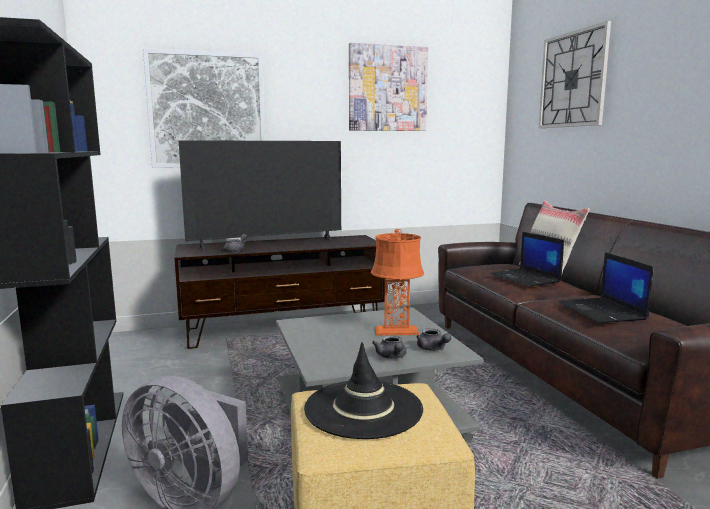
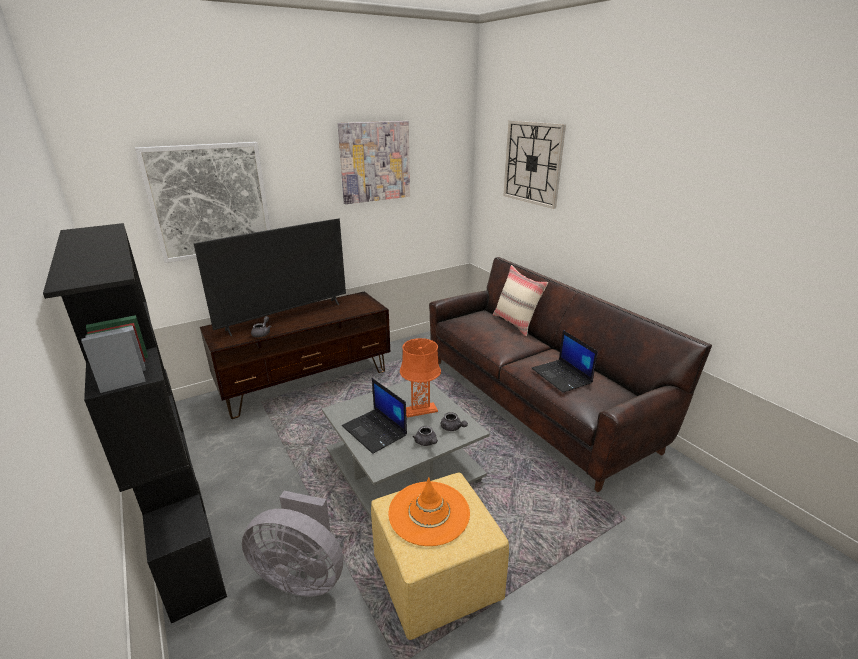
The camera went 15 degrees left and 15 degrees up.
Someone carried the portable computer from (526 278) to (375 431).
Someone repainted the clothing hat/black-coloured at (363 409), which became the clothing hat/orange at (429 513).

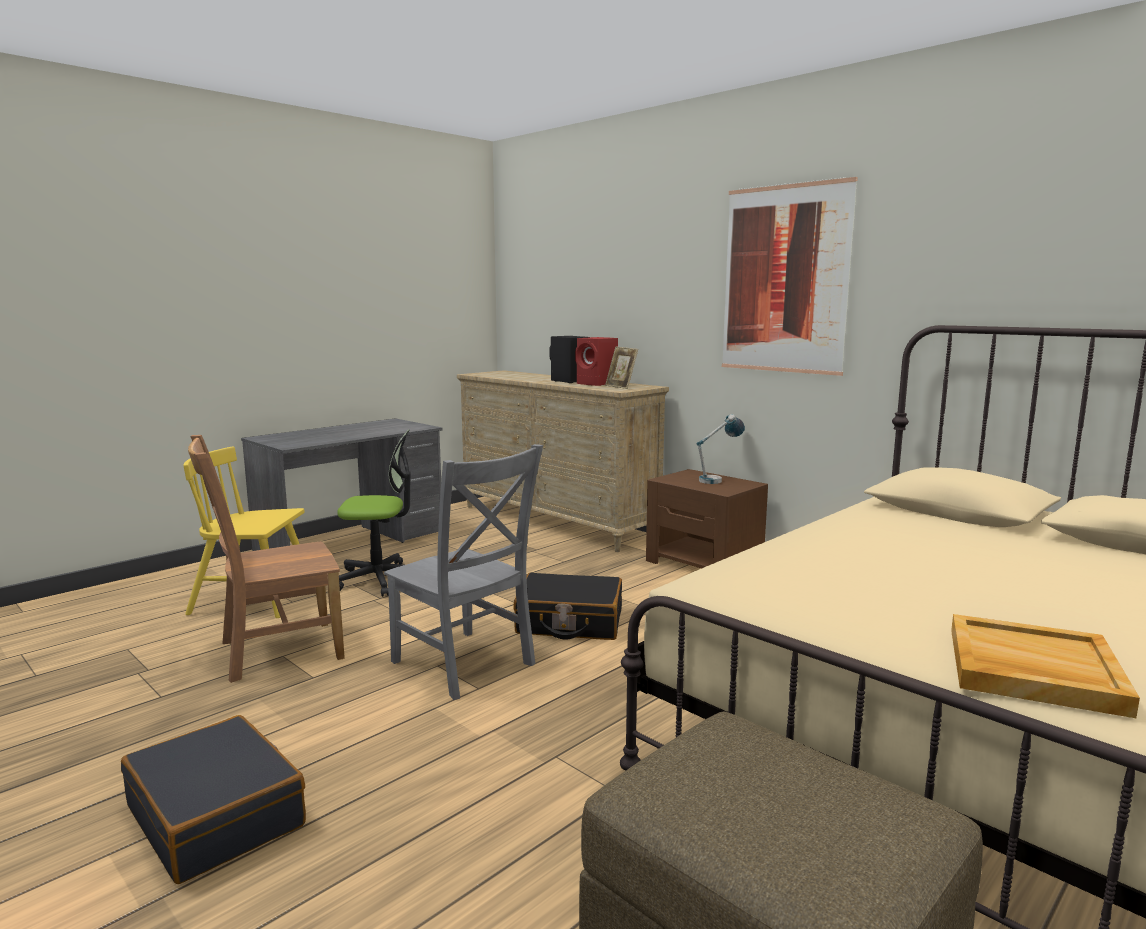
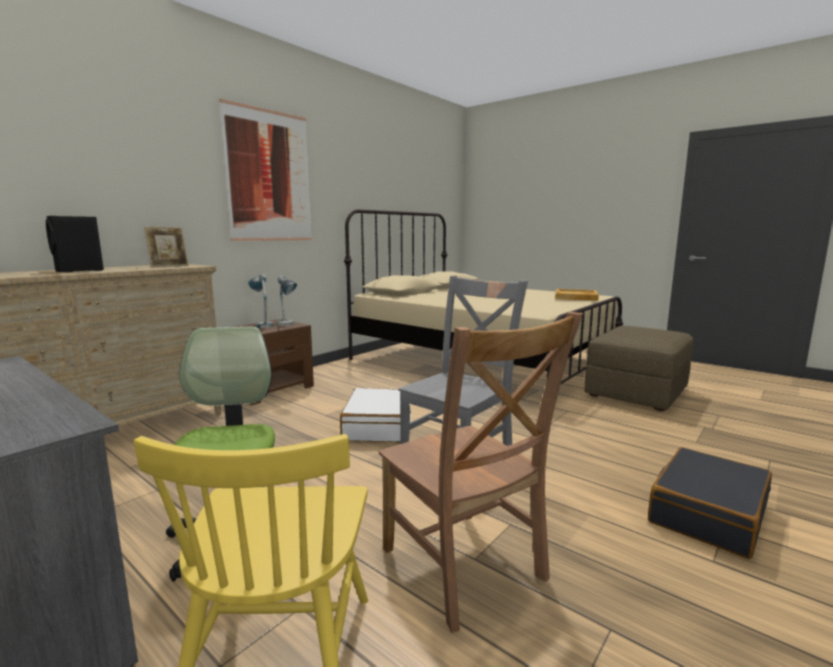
The camera went 95 degrees left and 0 degrees up.
Someone took away the audio speaker/red at (597 384).
Someone put down the table lamp at (287 325).
Someone repainted the suitcase/black-coloured at (569 622), which became the suitcase/white at (377 426).

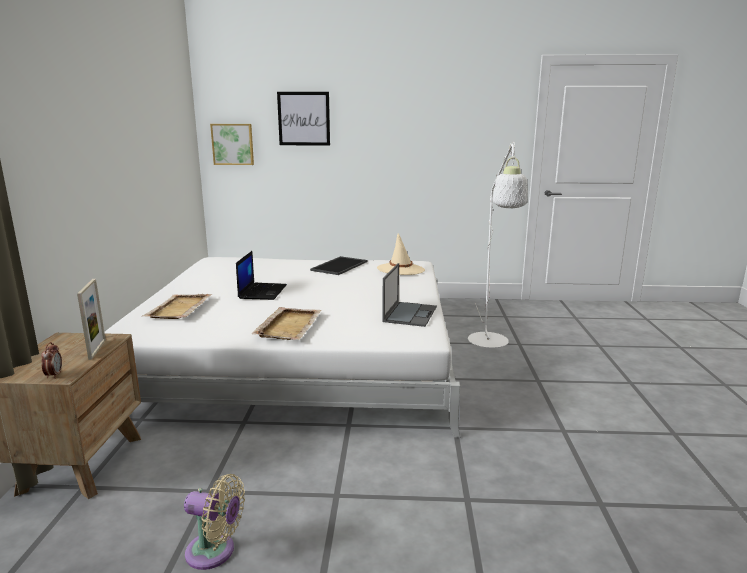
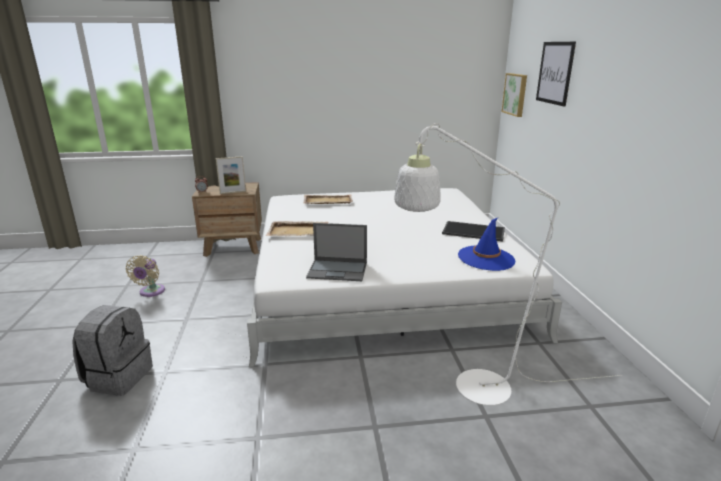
The camera went 80 degrees right and 5 degrees up.
Someone took away the portable computer at (262 291).
Someone put down the rucksack/grey at (118 377).
Someone repainted the clothing hat/sand-coloured at (400 269), which became the clothing hat/blue-coloured at (486 258).

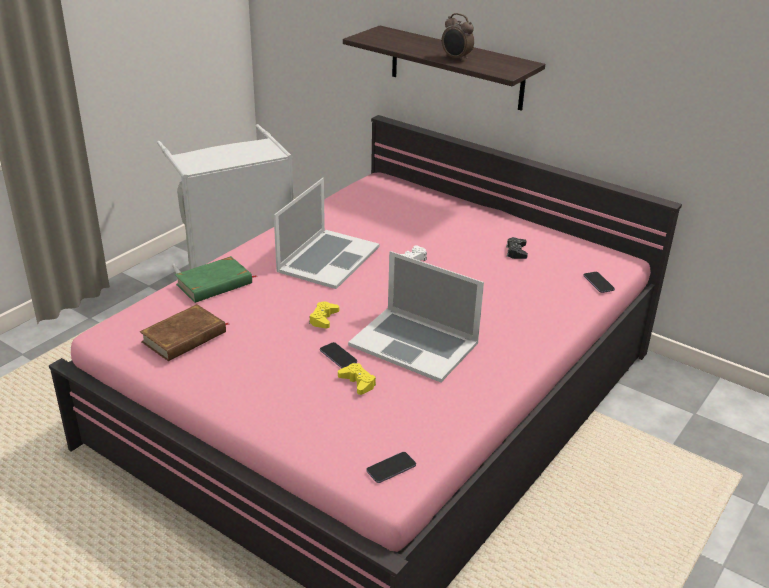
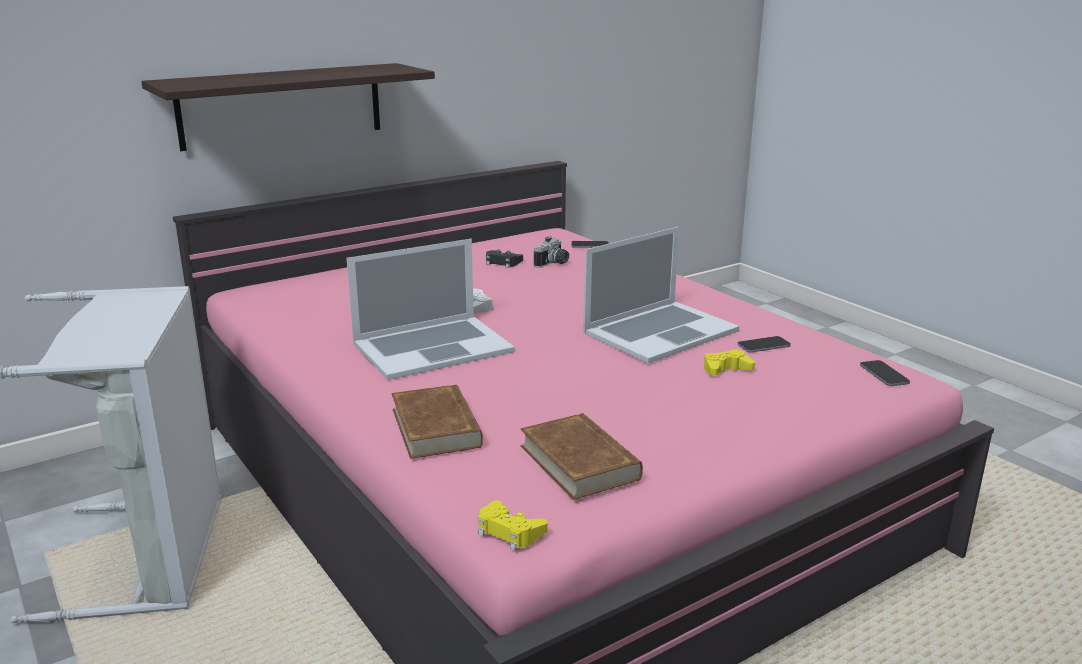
The camera went 70 degrees left and 10 degrees down.
Someone took away the bedside clock at (456 58).
Someone put down the still camera at (553 263).
Someone carried the joypad/yellow from (323 319) to (509 531).
Someone carried the handset from (338 356) to (763 346).
Someone repainted the bound book/green-coloured at (214 284), which became the bound book/brownish at (436 427).
Someone rotated the portable computer at (328 259) by 105 degrees clockwise.

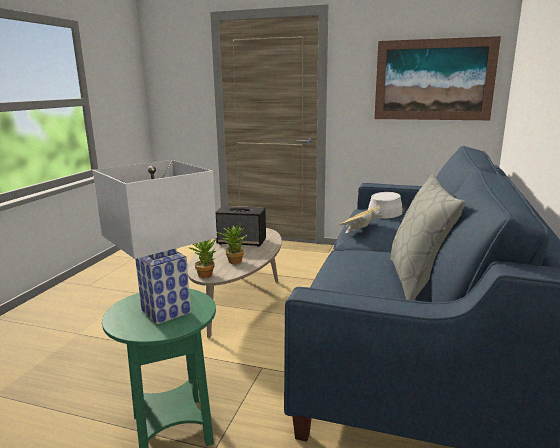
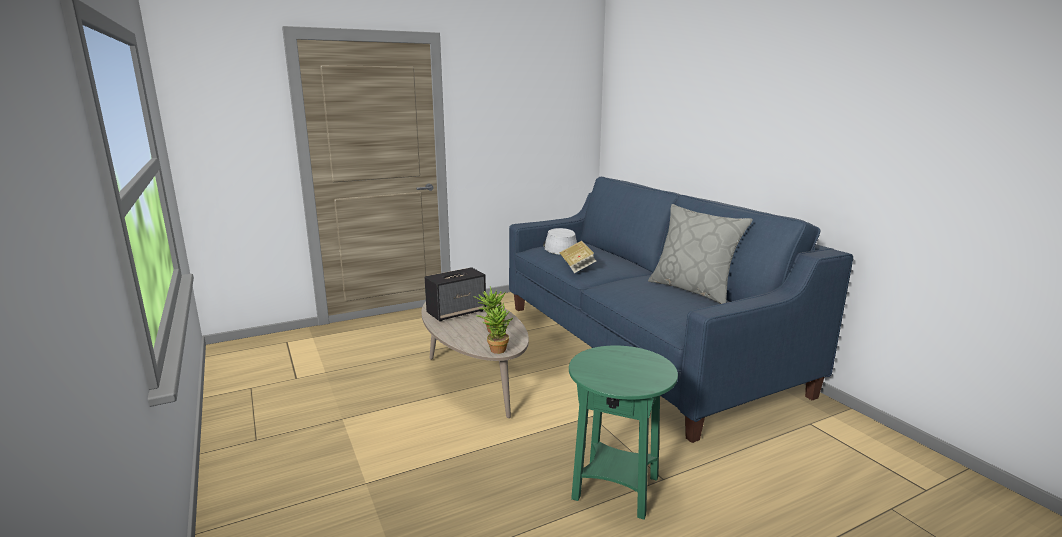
The camera went 45 degrees left and 0 degrees up.
Someone took away the table lamp/white at (164 311).
Someone took away the wall picture at (433 80).

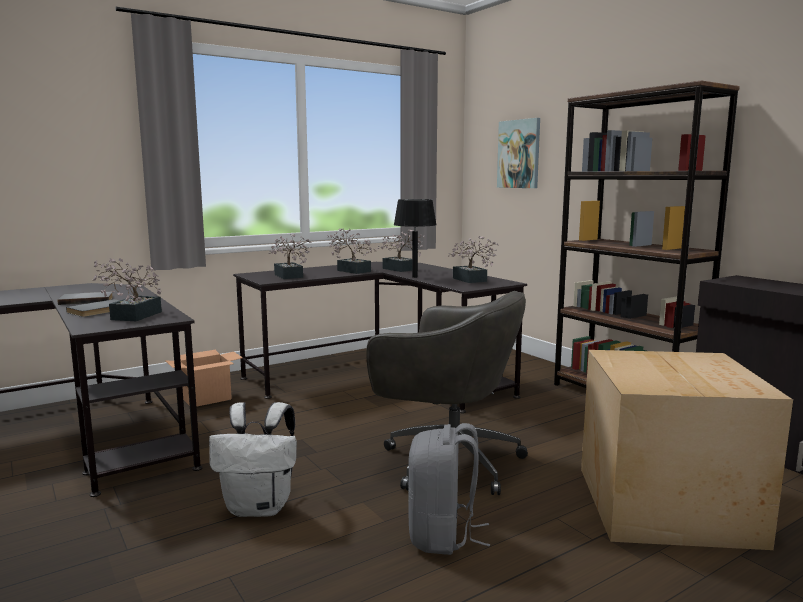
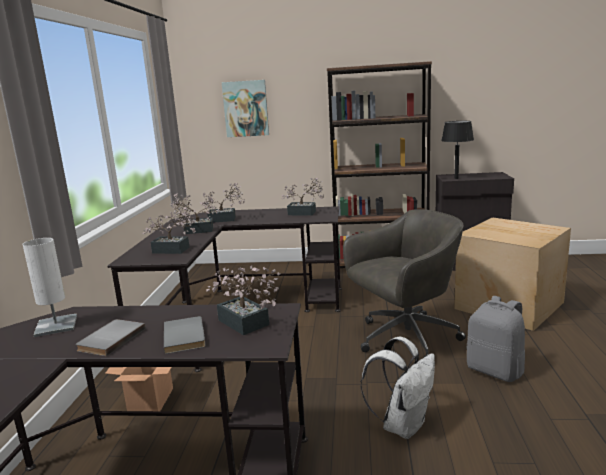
The camera went 50 degrees left and 5 degrees up.
Someone put down the table lamp/white at (56 326).
Someone carried the table lamp/black-coloured from (414 277) to (456 178).

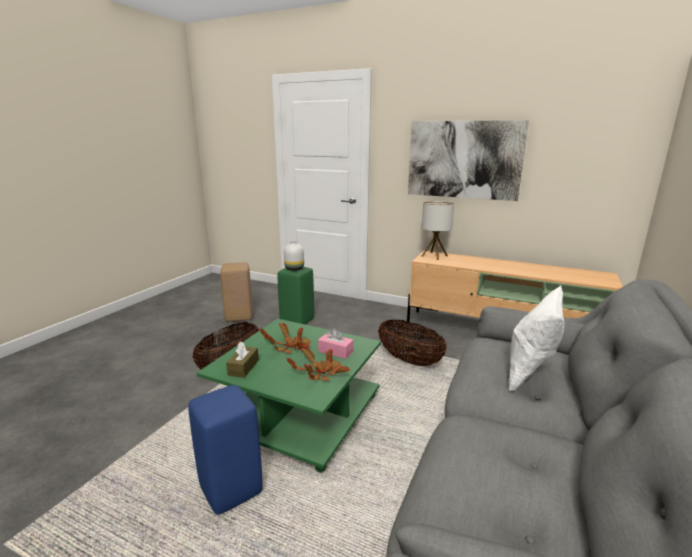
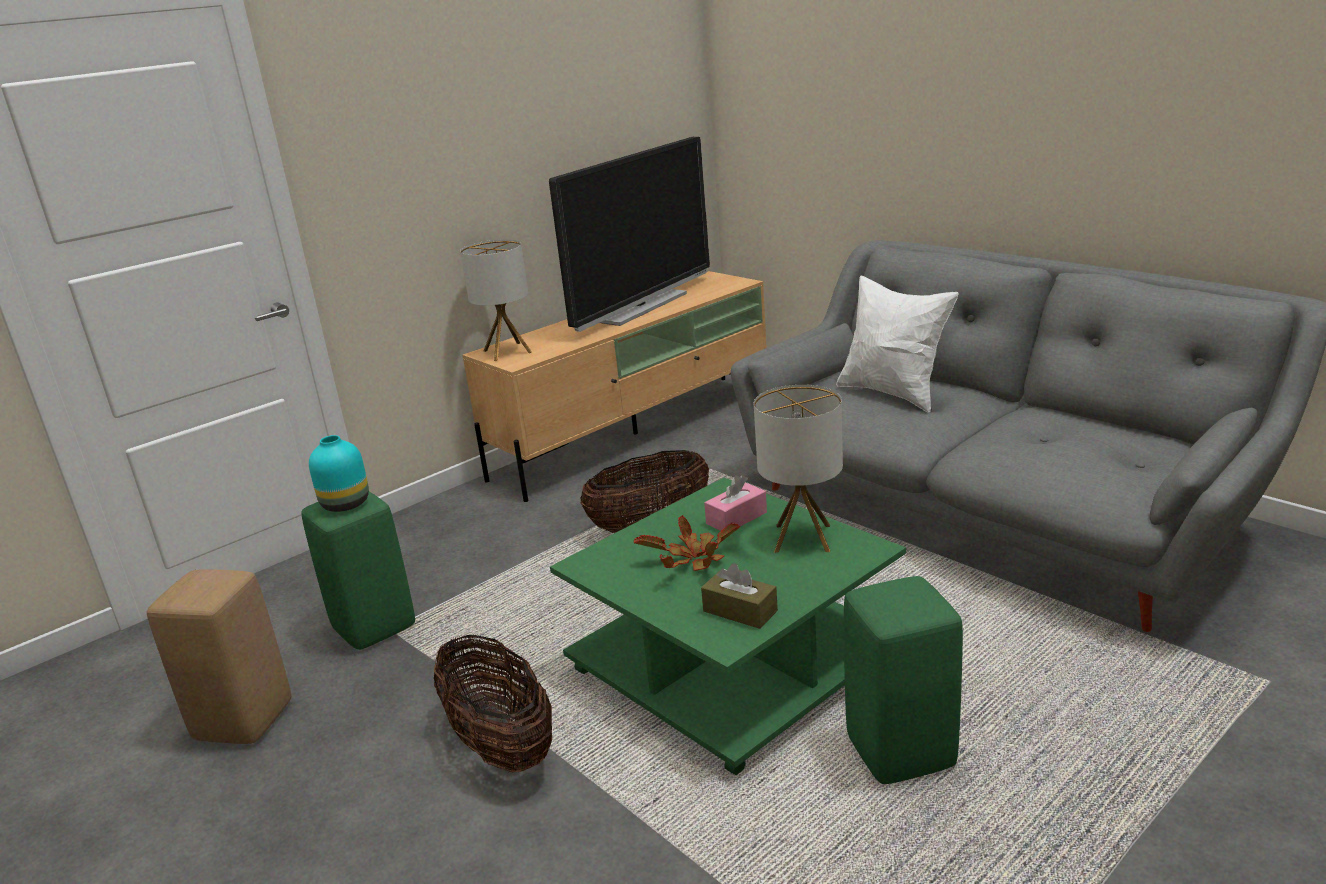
The camera went 65 degrees left and 5 degrees up.
Someone took away the wall picture at (463 160).
Someone put down the TV at (640 307).
Someone swapped the potted plant at (321 374) for the table lamp at (802 538).
Someone repainted the sitting stool/blue-coloured at (231 489), which became the sitting stool/green-coloured at (898 752).
Someone repainted the vase/white at (295 269), which became the vase/turquoise at (346 503).

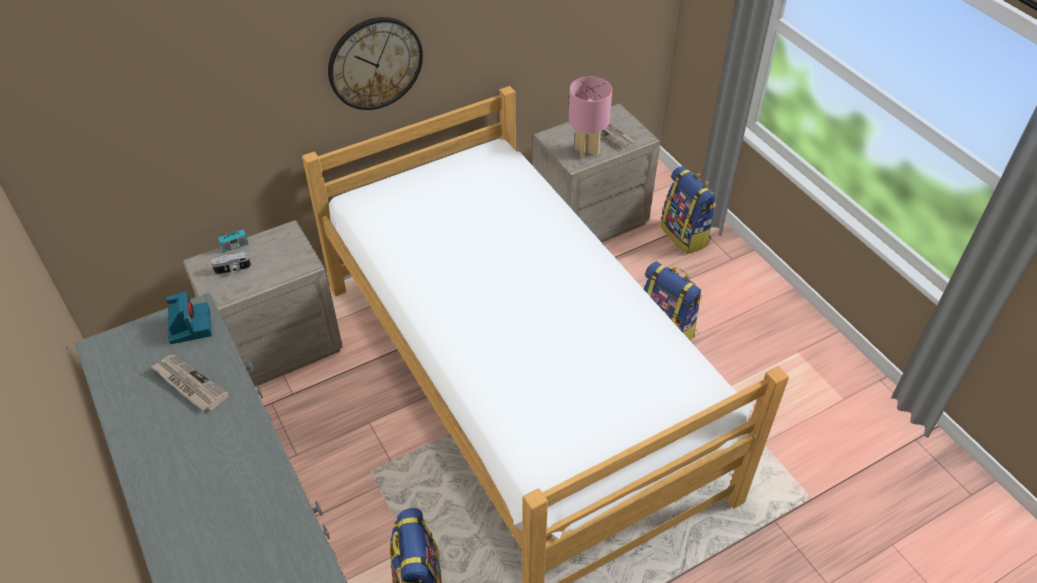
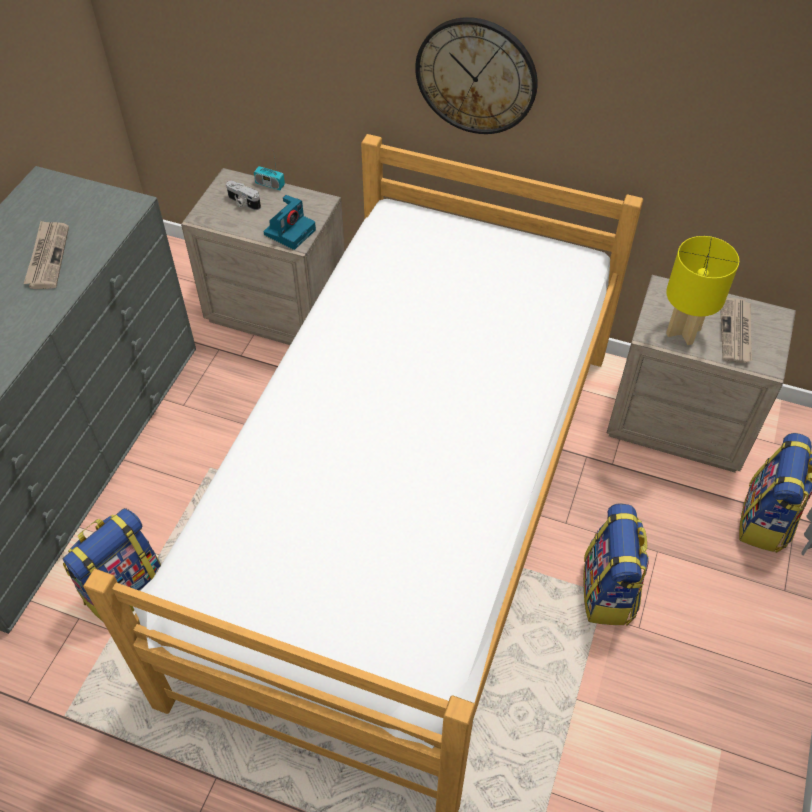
The camera went 50 degrees right and 5 degrees up.
Someone carried the still camera from (189 326) to (290 231).
Someone repainted the table lamp/pink at (586 151), which became the table lamp/yellow at (682 331).

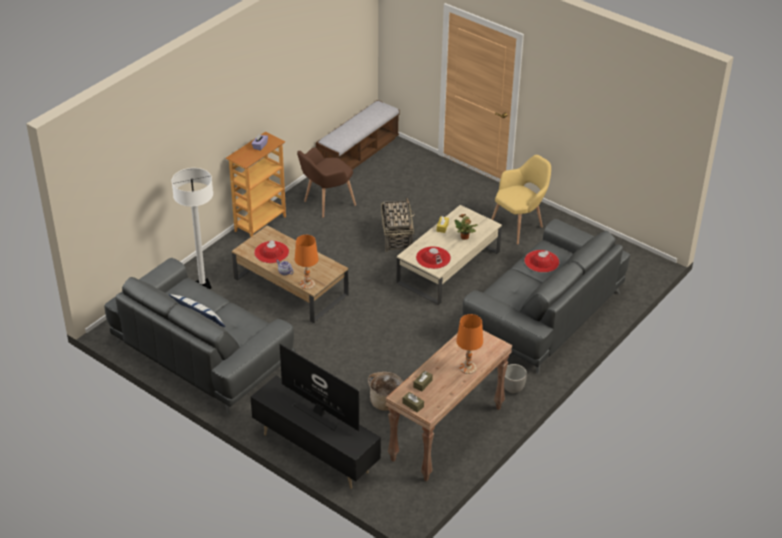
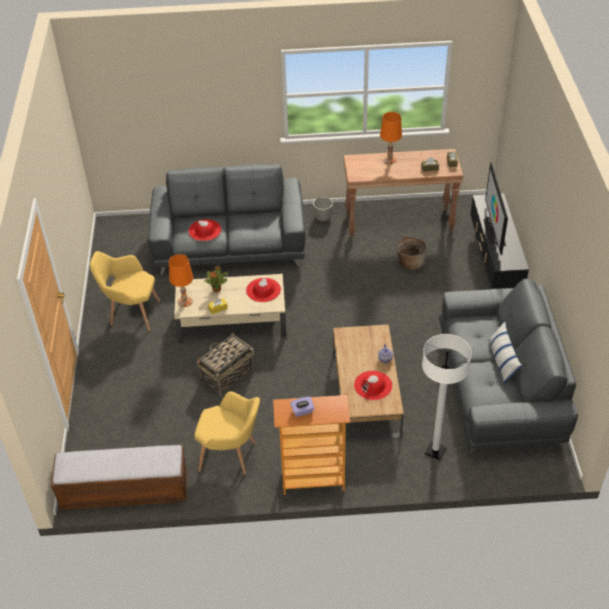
The camera went 130 degrees left and 5 degrees up.
Someone carried the table lamp/orange from (307 284) to (184 301).
Someone repainted the armchair/brownish at (326 203), which became the armchair/yellow at (231 456).

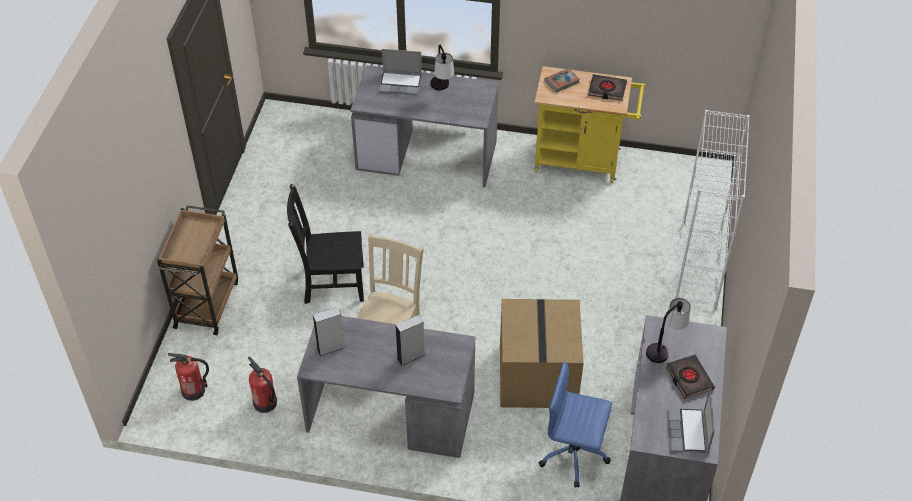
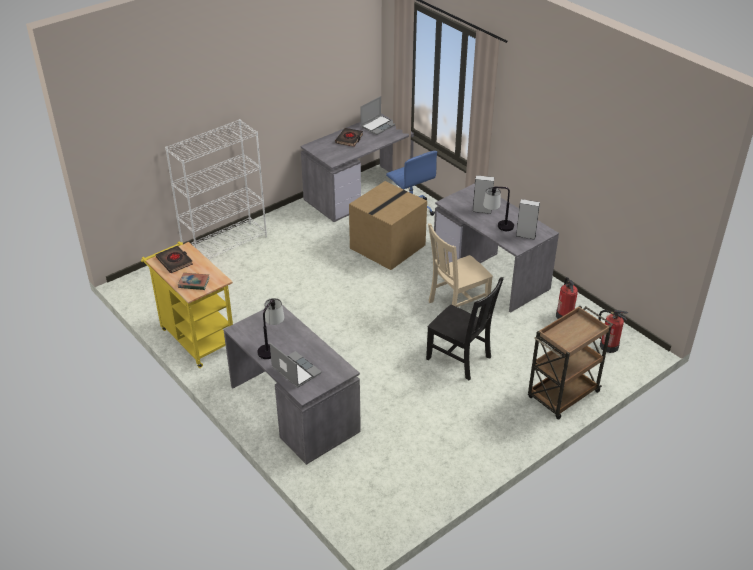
The camera went 140 degrees left and 10 degrees down.
Someone carried the table lamp from (664 347) to (497 227).

